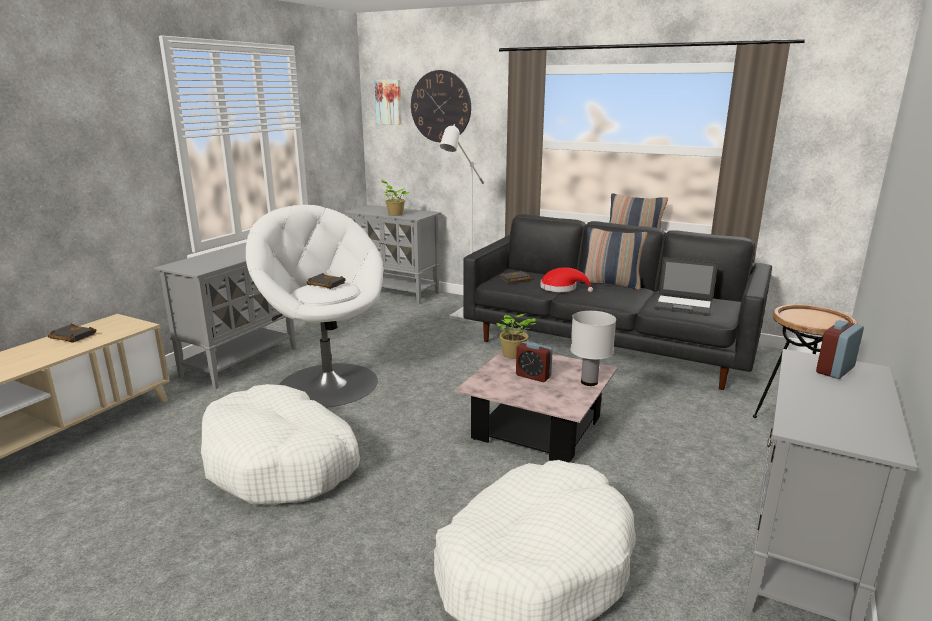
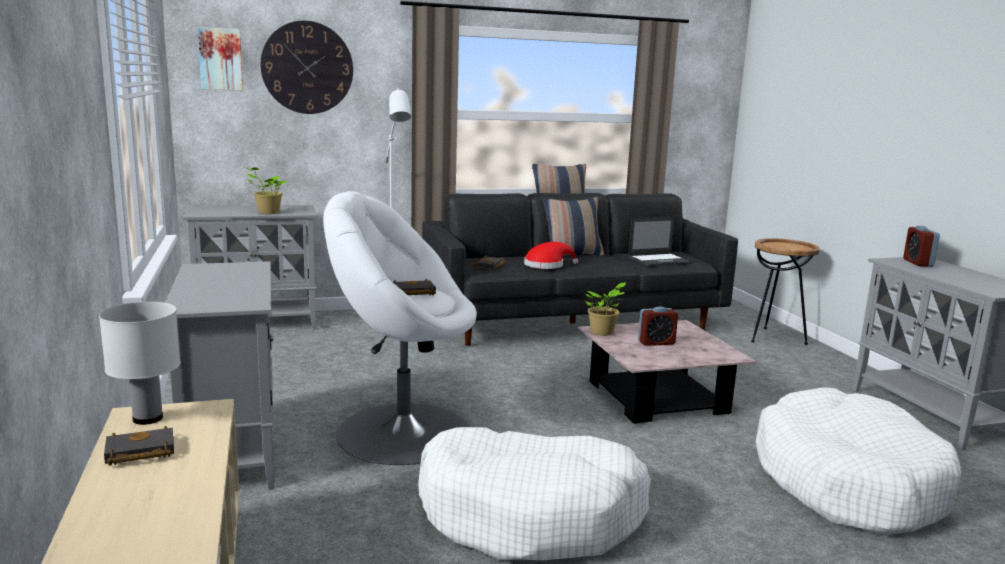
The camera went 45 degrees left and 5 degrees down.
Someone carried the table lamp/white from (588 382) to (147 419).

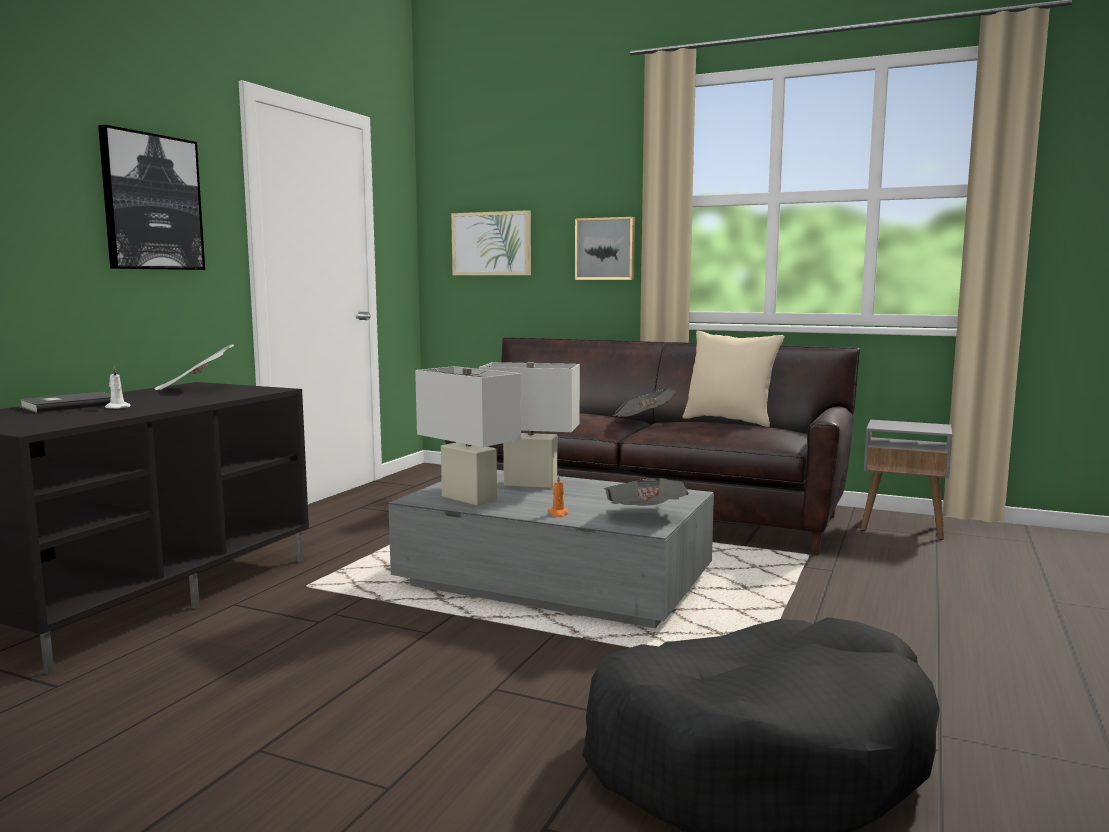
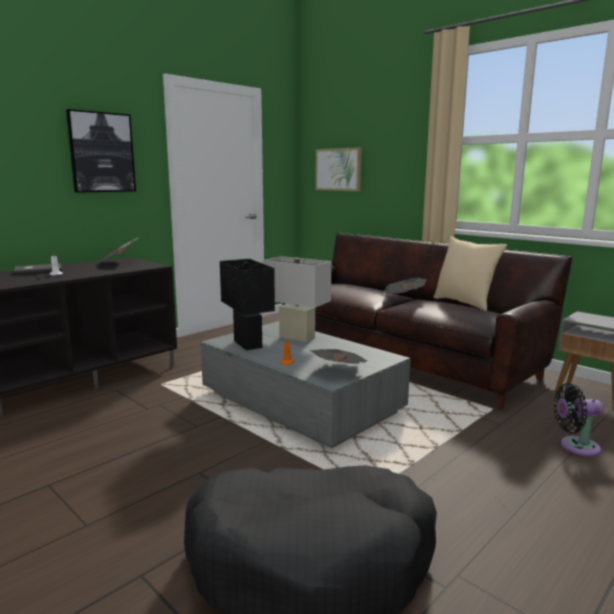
The camera went 20 degrees right and 5 degrees up.
Someone took away the wall picture at (605 249).
Someone put down the cooling fan/black-coloured at (575 447).
Someone repainted the table lamp/white at (469 498), which became the table lamp/black-coloured at (247 344).

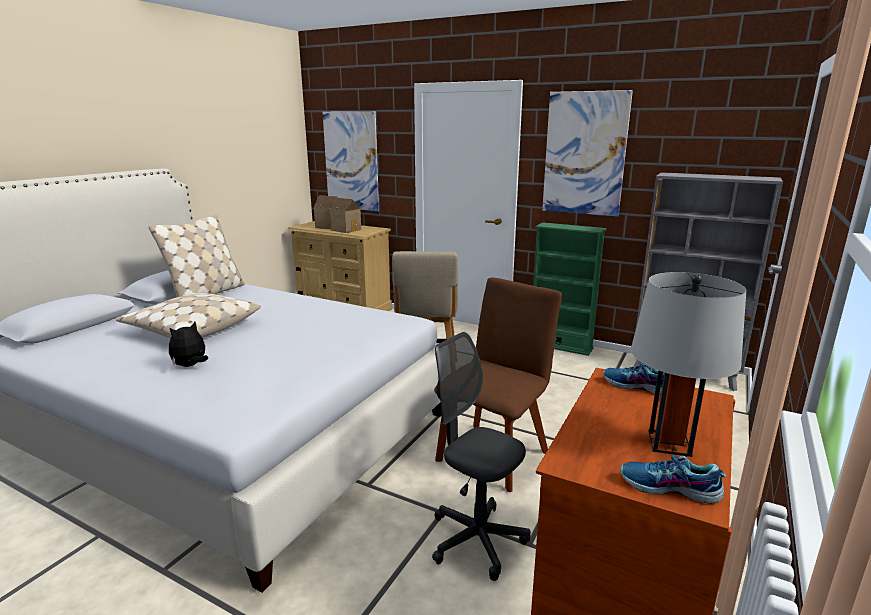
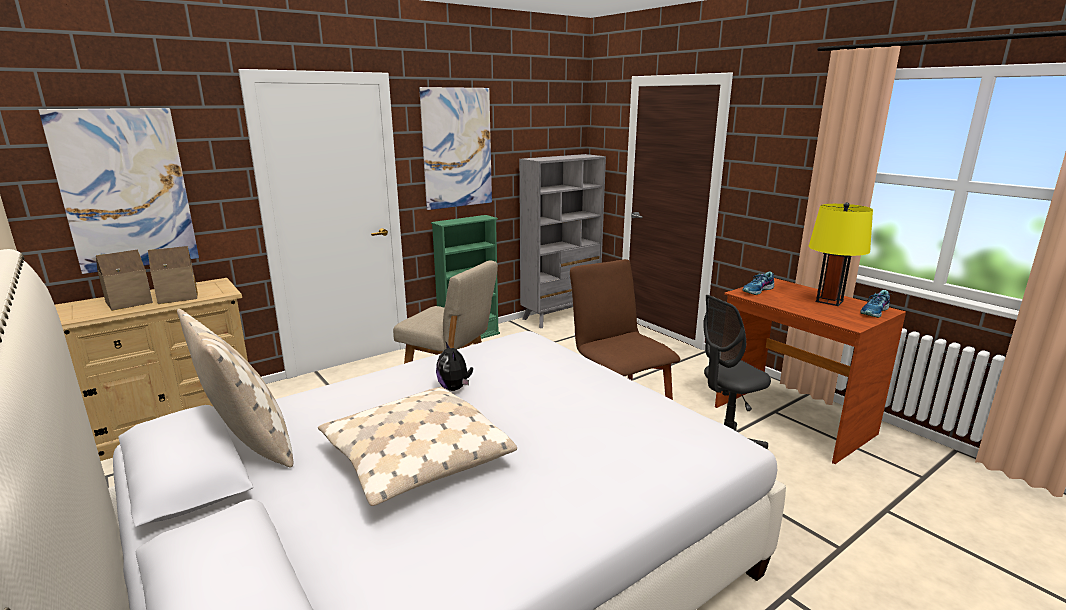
The camera went 65 degrees left and 0 degrees up.
Someone carried the plush toy from (190 365) to (455 388).
Someone repainted the table lamp/grey at (669 443), which became the table lamp/yellow at (829 301).

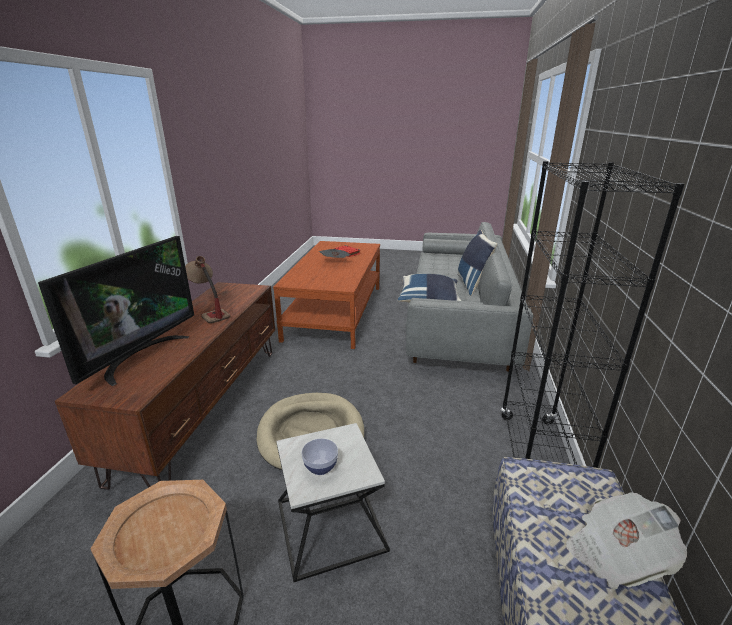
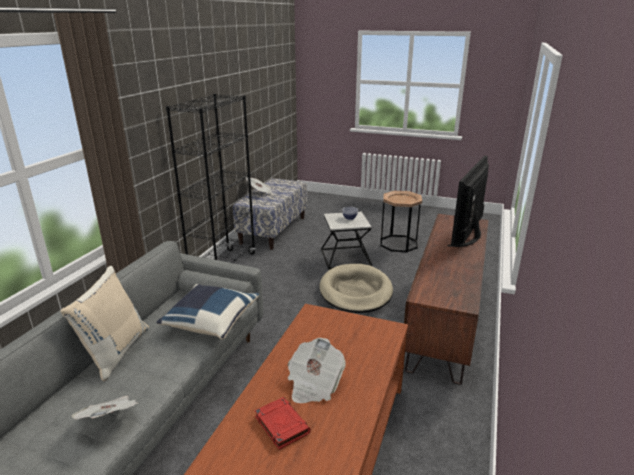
The camera went 170 degrees left and 0 degrees up.
Someone took away the table lamp at (210 312).
Someone put down the newspaper at (110 419).
Someone repainted the throw pillow/blue-coloured at (473 285), which became the throw pillow/sand-coloured at (115 351).

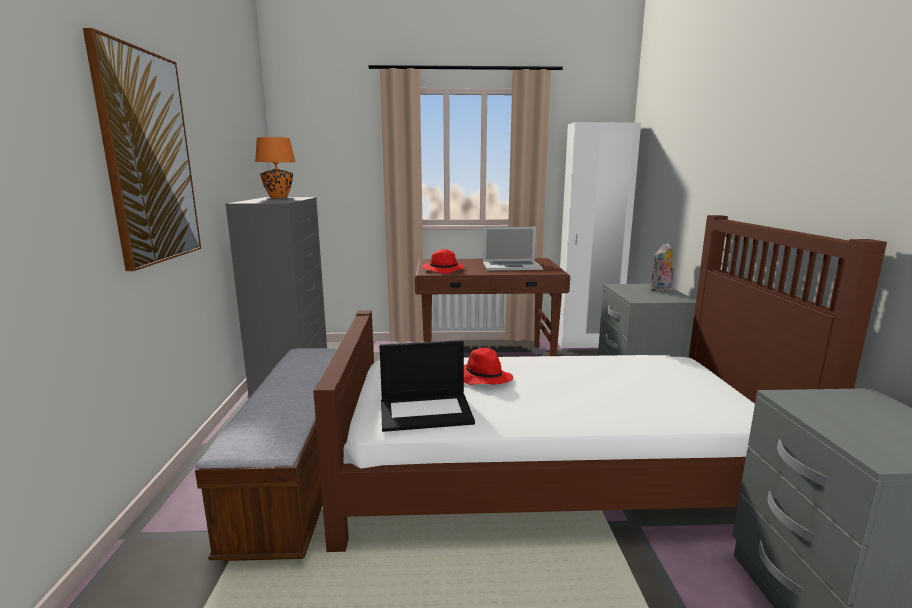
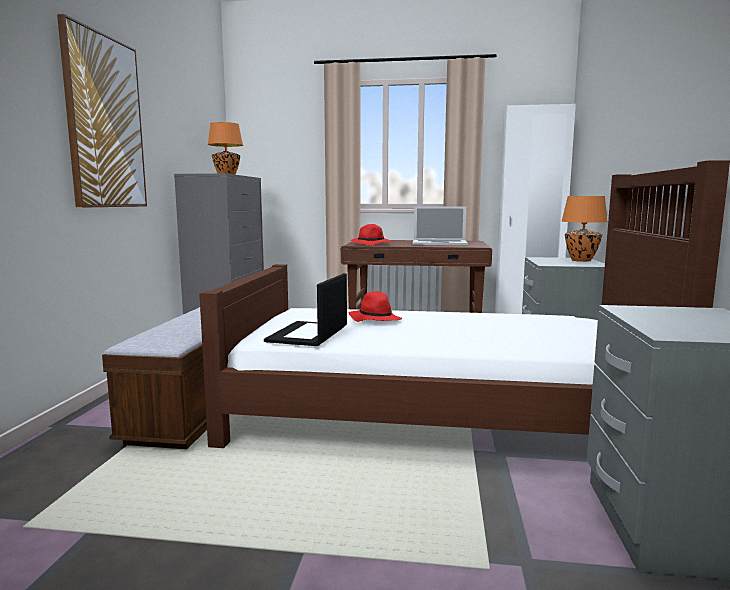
The camera went 10 degrees right and 5 degrees down.
Someone swapped the plush toy at (661 290) for the table lamp/orange at (581 260).
Someone rotated the portable computer at (426 411) by 105 degrees clockwise.

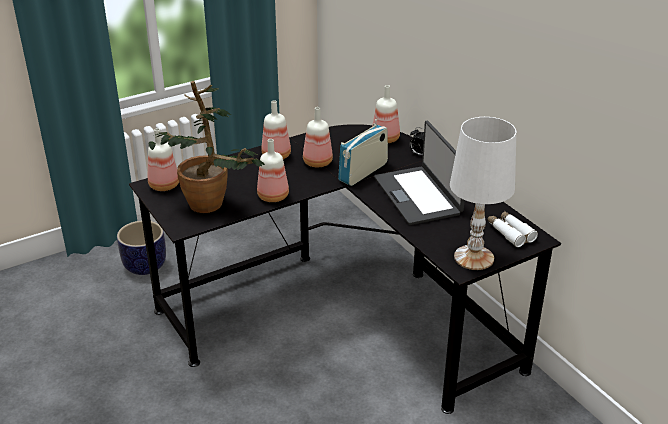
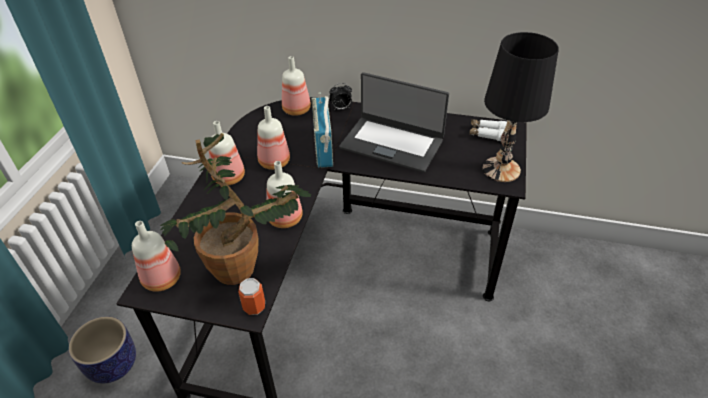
The camera went 45 degrees left and 10 degrees up.
Someone put down the metal can at (254 307).
Someone repainted the table lamp/white at (473 257), which became the table lamp/black-coloured at (500 169).

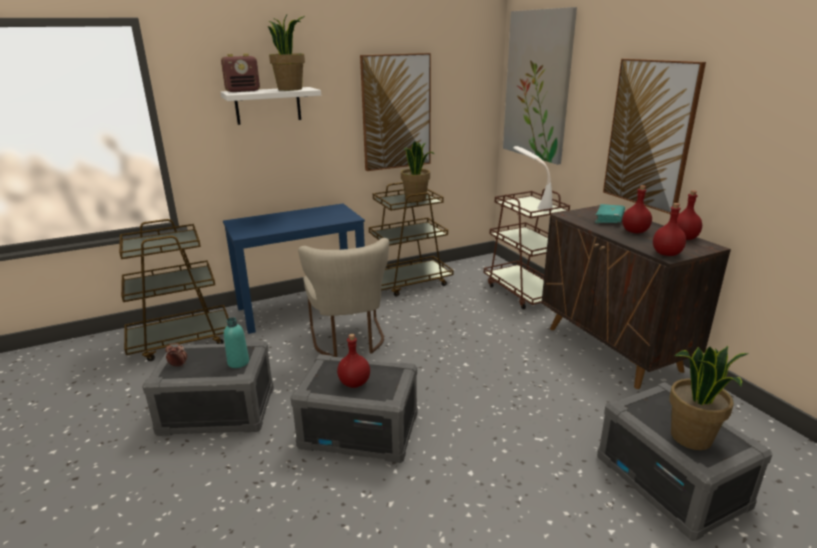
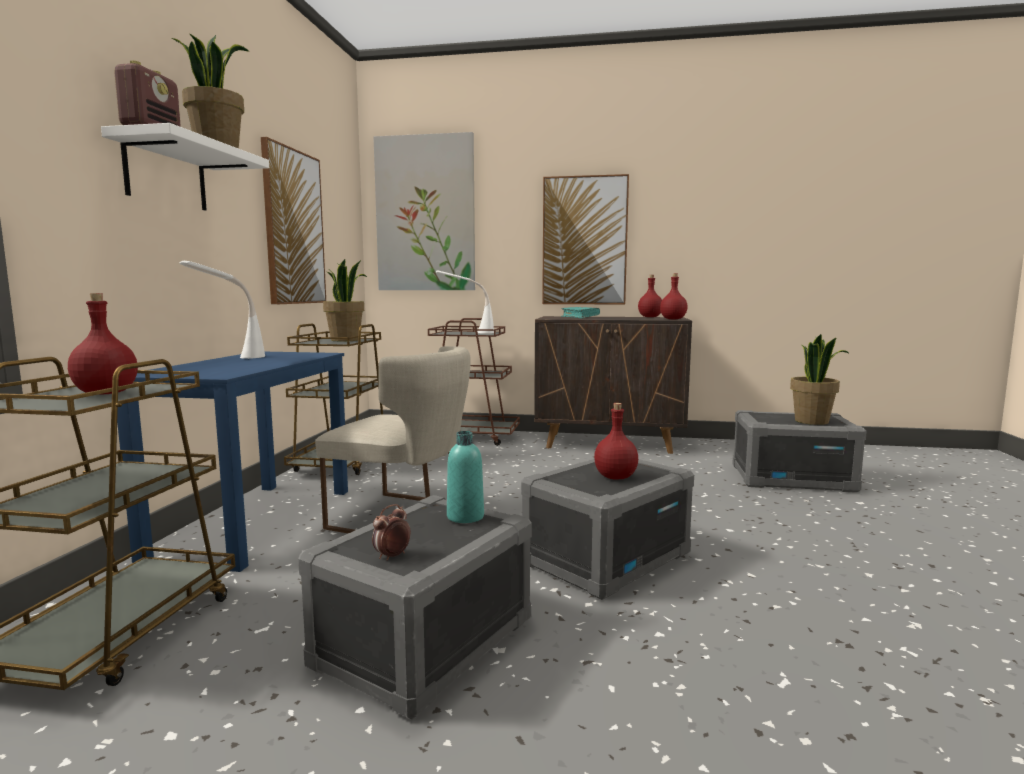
The camera went 55 degrees left and 15 degrees down.
Someone put down the table lamp/white at (228 360).
Someone carried the beverage bottle/red from (635 232) to (107 393).

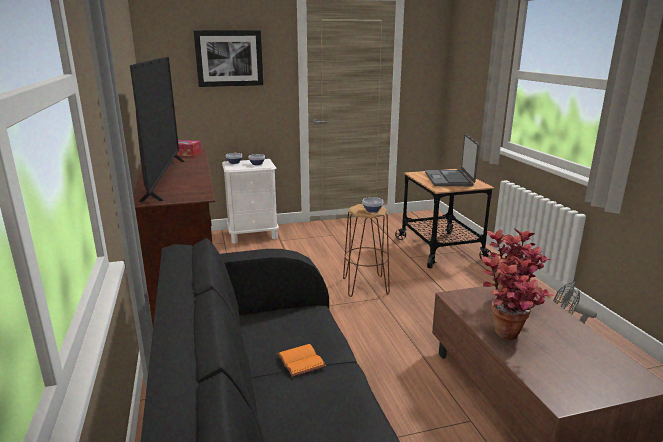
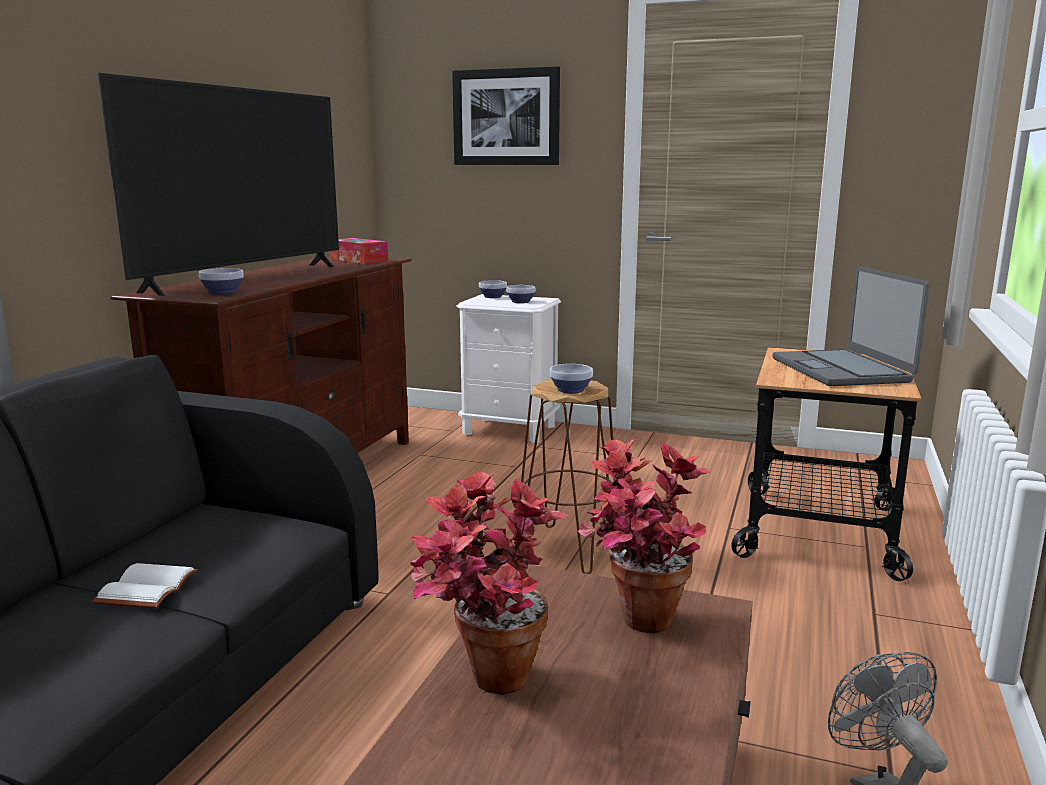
The camera went 35 degrees right and 5 degrees down.
Someone put down the bowl at (223 292).
Someone repainted the bound book/orange at (299 361), which became the bound book/white at (146 587).
Someone rotated the portable computer at (449 179) by 45 degrees counterclockwise.

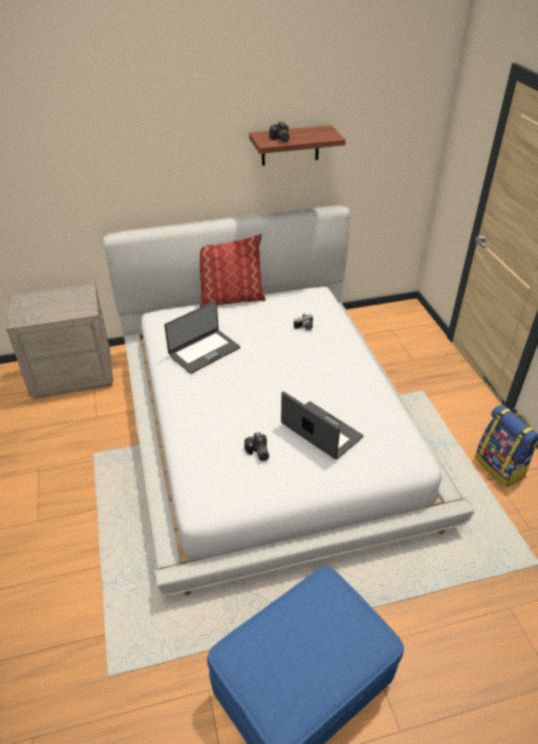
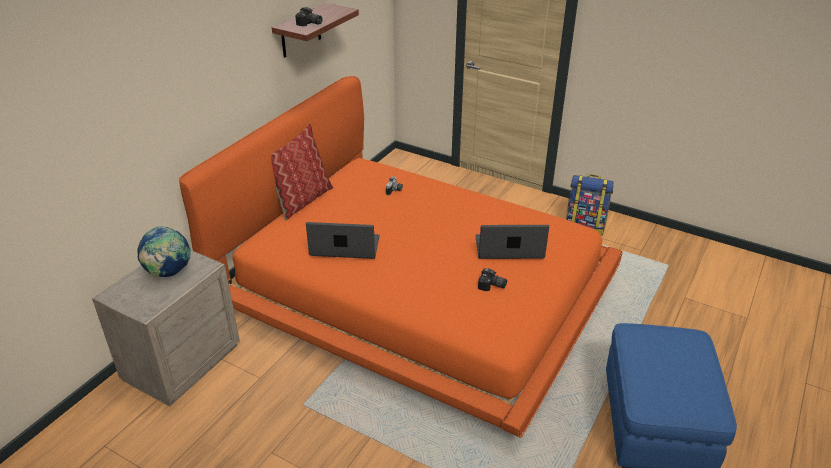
The camera went 45 degrees left and 5 degrees down.
Someone put down the desk globe at (168 273).
Someone repainted the sleeping bed/white at (269 425), which became the sleeping bed/orange at (415 292).
Someone rotated the portable computer at (204 351) by 90 degrees counterclockwise.

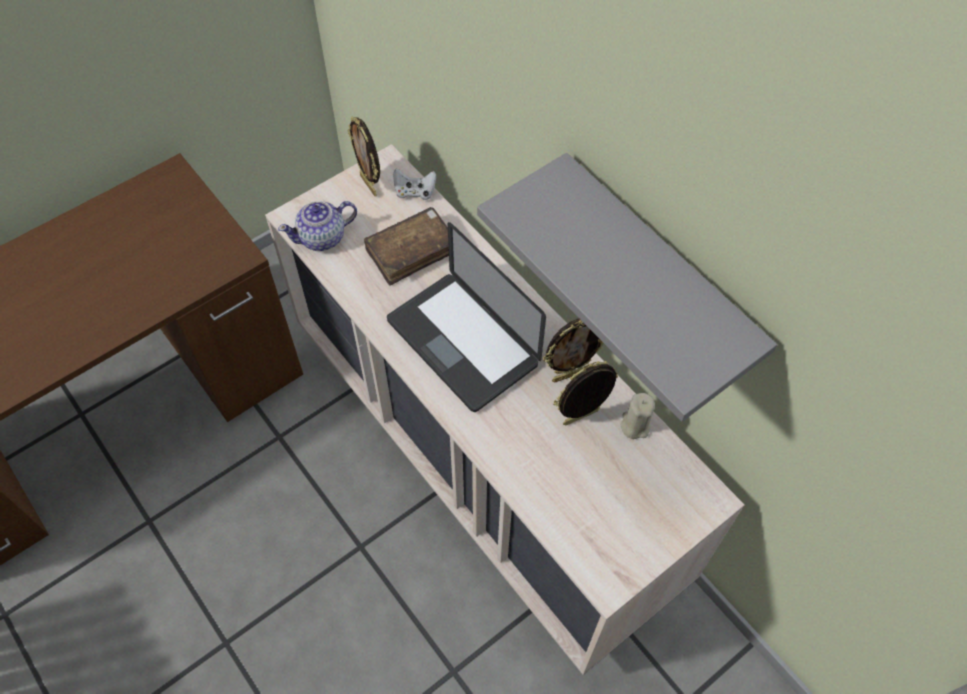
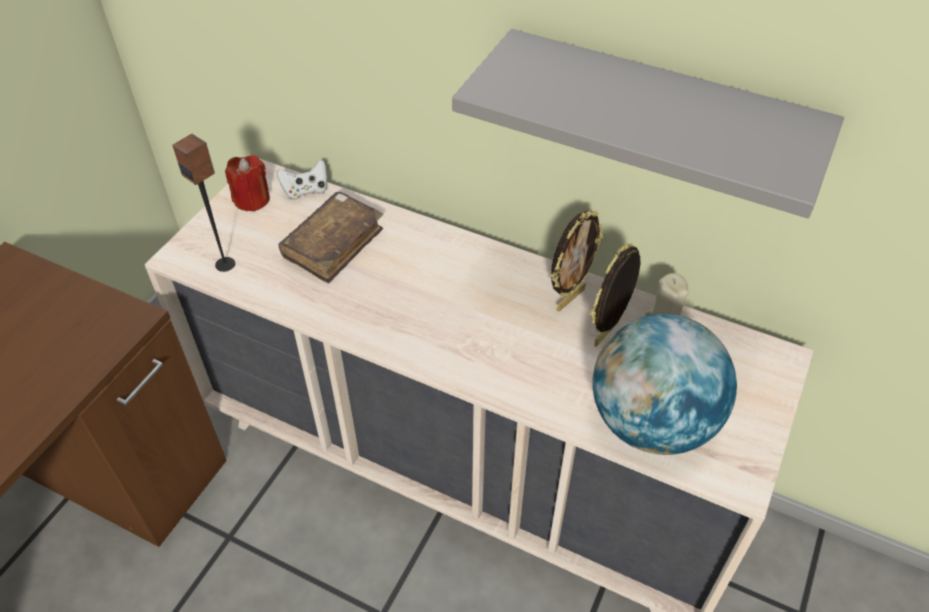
The camera went 25 degrees left and 10 degrees down.
Someone took away the portable computer at (462 342).
Someone put down the desk globe at (651 422).
Someone swapped the teapot at (323 237) for the audio speaker at (225 264).
Someone swapped the picture frame at (369 185) for the wax light/red at (252 199).

